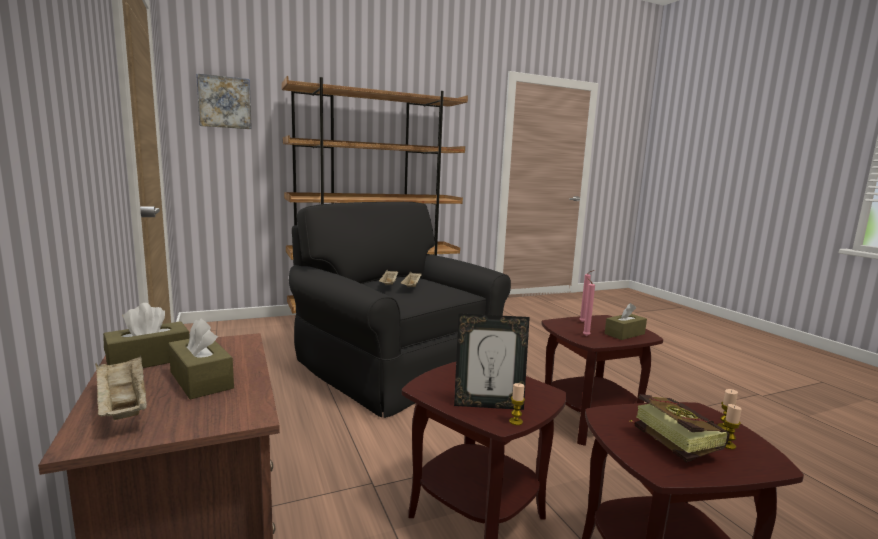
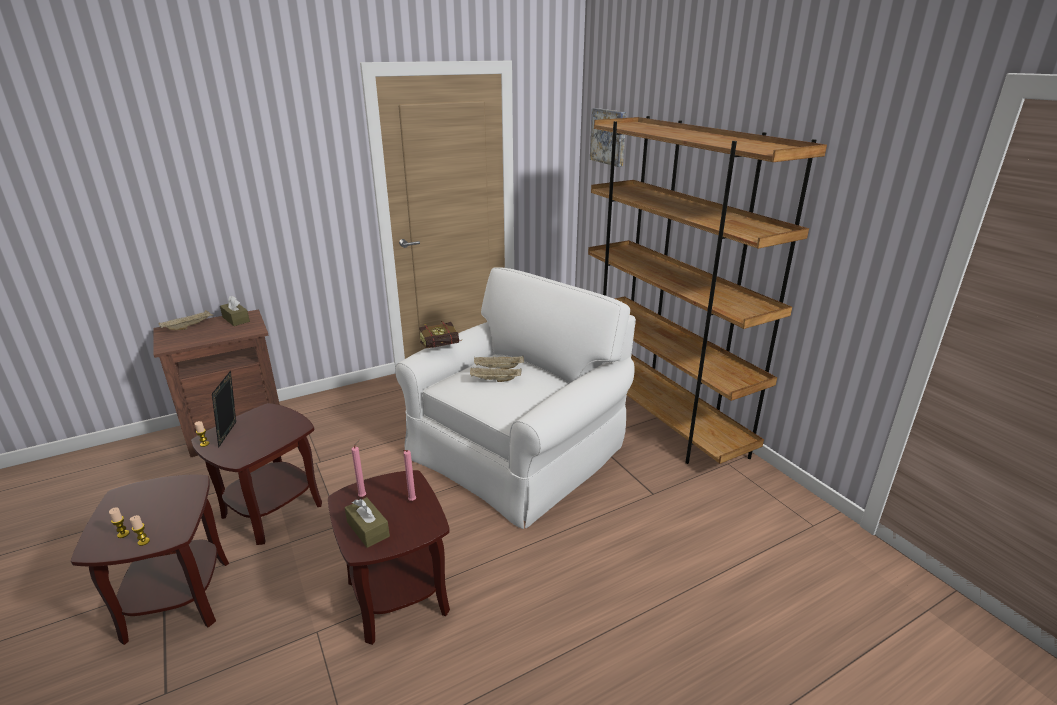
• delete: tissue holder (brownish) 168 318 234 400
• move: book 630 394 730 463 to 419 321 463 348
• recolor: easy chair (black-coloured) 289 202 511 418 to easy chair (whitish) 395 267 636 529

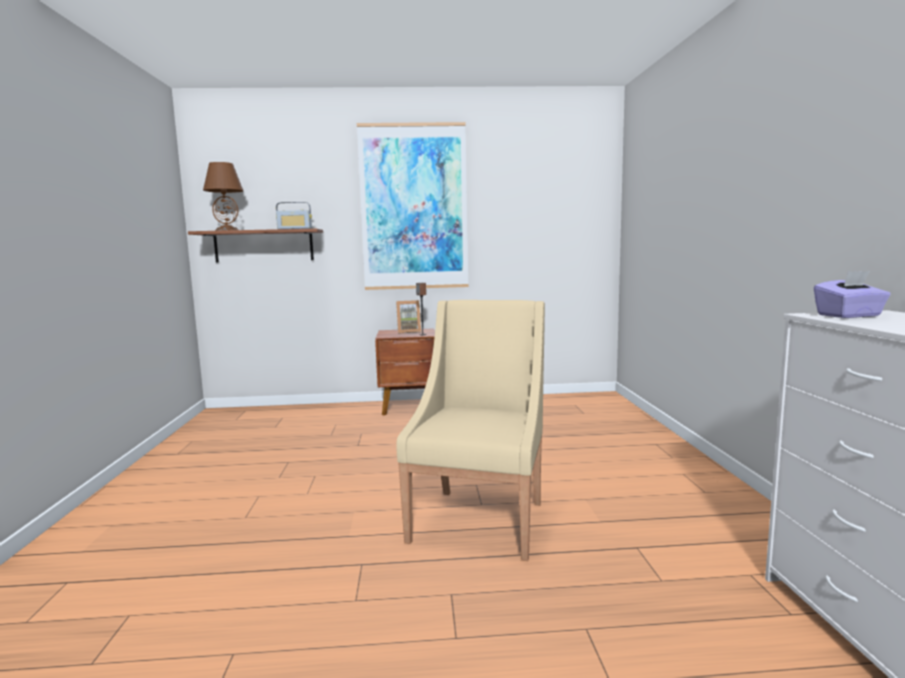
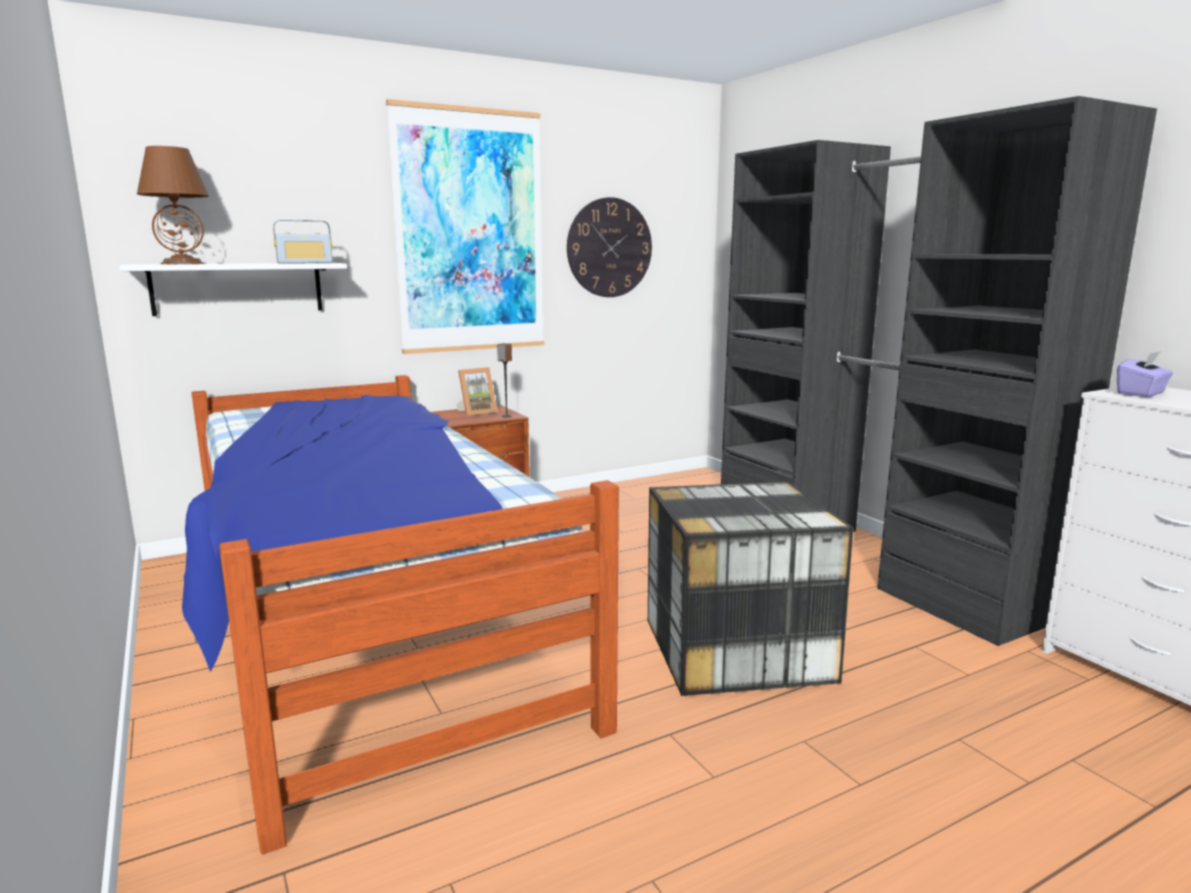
• insert: bedroom bed 182 375 619 855
• insert: wall clock 567 197 652 297
• insert: armoire (black-coloured) 721 96 1157 646
• replace: easy chair (sand-coloured) 396 300 545 561 to storage box 648 482 853 696
• recolor: bracket shelf (brownish) 188 229 323 263 to bracket shelf (whitish) 119 263 347 316

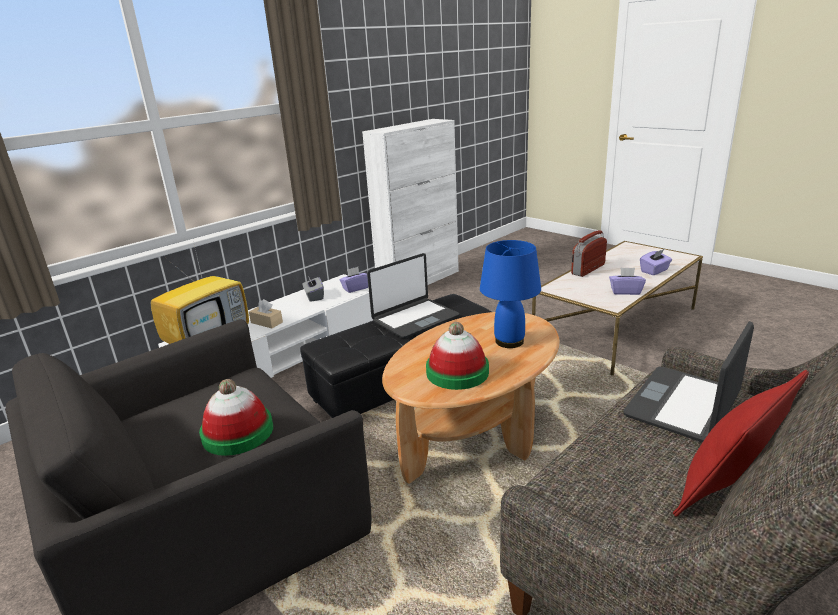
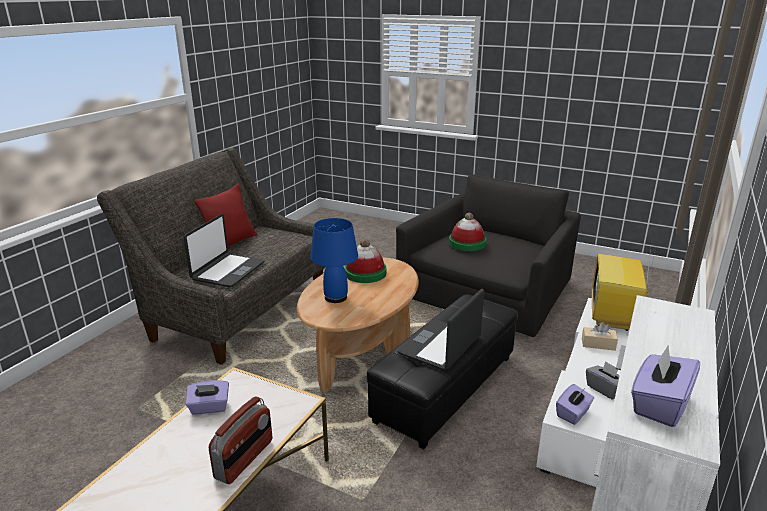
• move: tissue holder (purple-coloured) 640 249 672 275 to 631 346 700 427

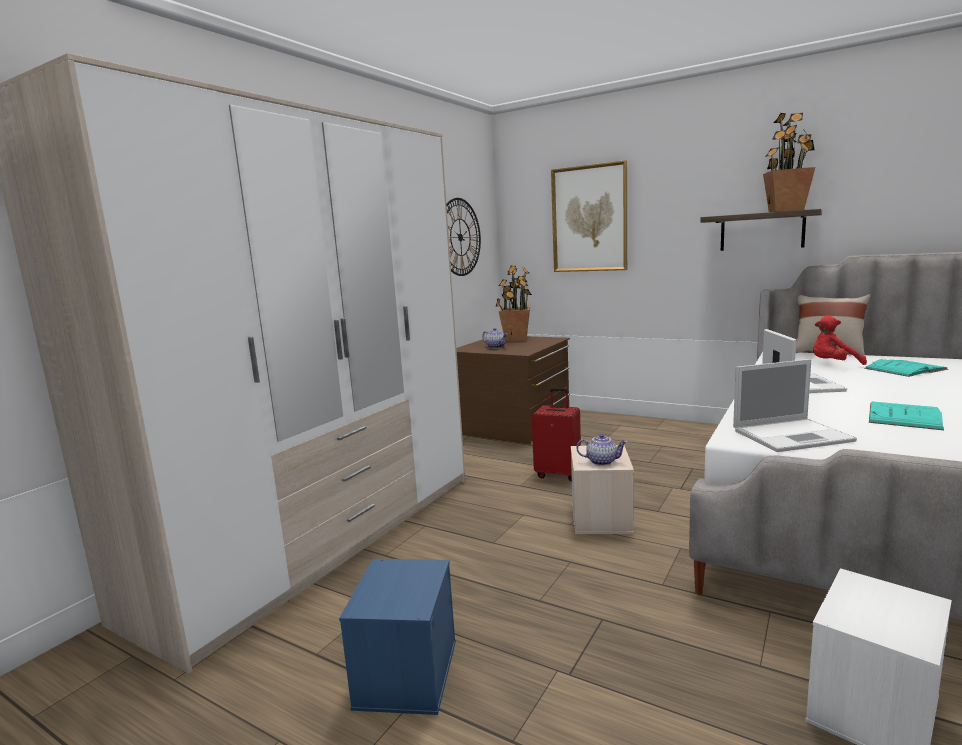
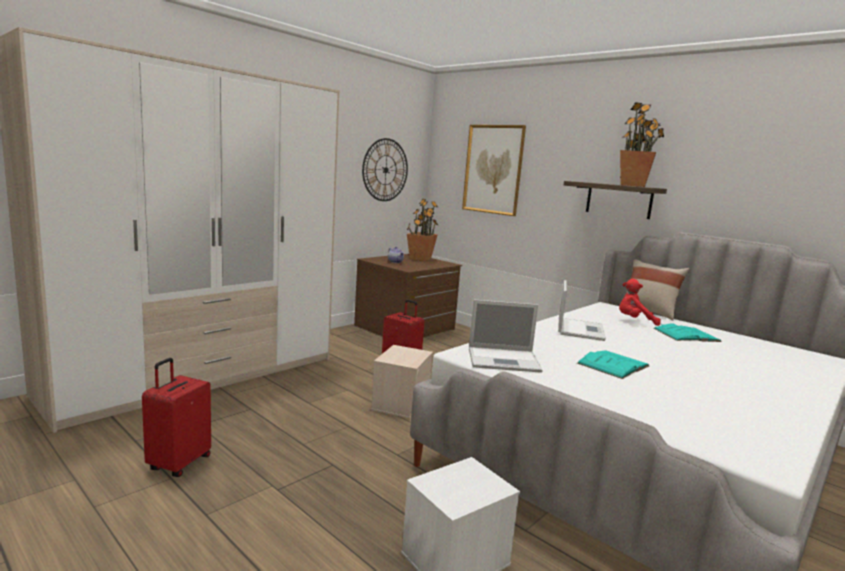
• delete: teapot 576 434 627 466
• replace: storage box (blue-coloured) 339 559 456 715 to piece of luggage (red) 142 358 211 477

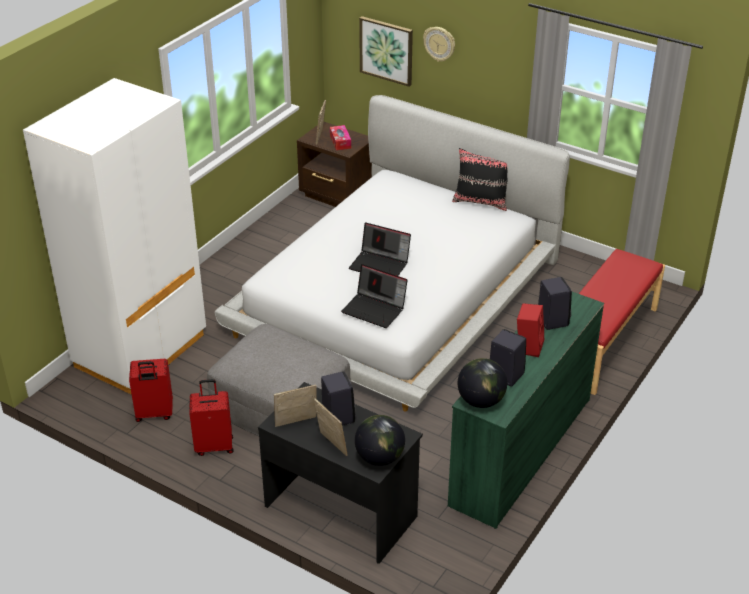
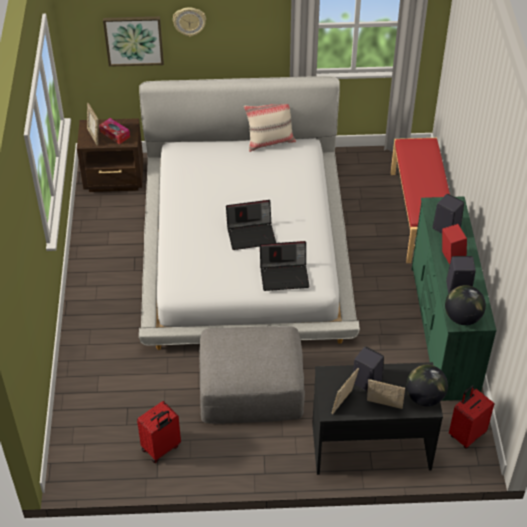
• delete: armoire (whitish) 23 78 206 395
• move: piece of luggage (red) 189 379 233 456 to 449 385 494 449
• recolor: cushion (black-coloured) 452 148 508 211 to cushion (sand-coloured) 244 104 296 152

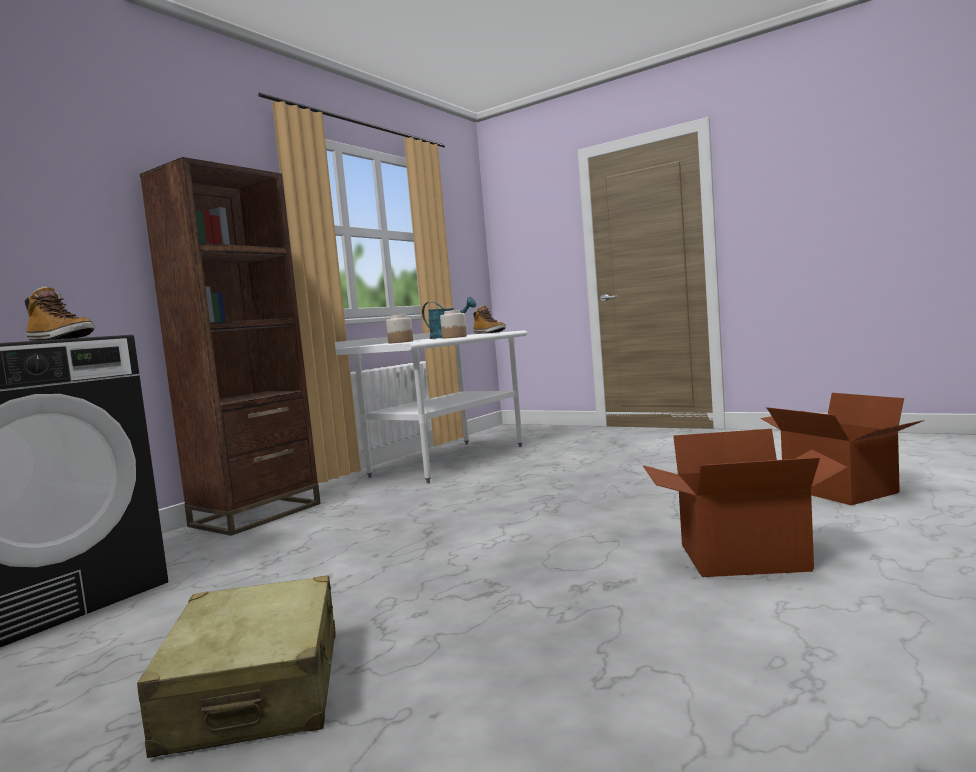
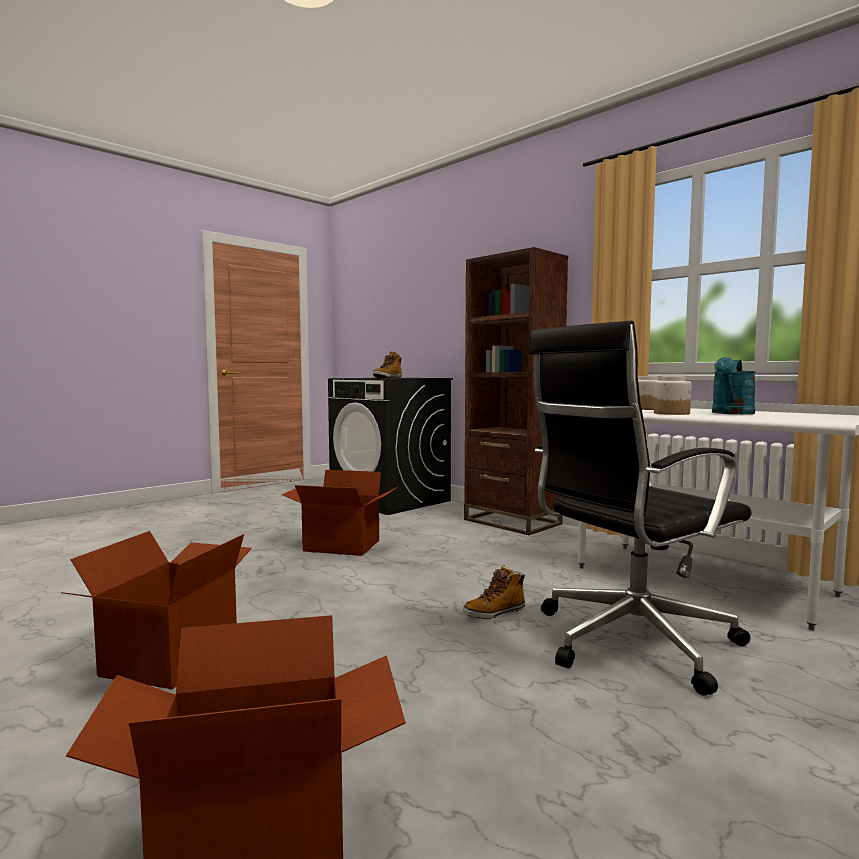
• delete: piece of luggage (sand-coloured) 137 575 336 758
• insert: carton 281 470 398 556
• insert: desk chair (black-coloured) 528 321 751 696
• move: tall boot 473 305 506 334 to 463 565 525 619

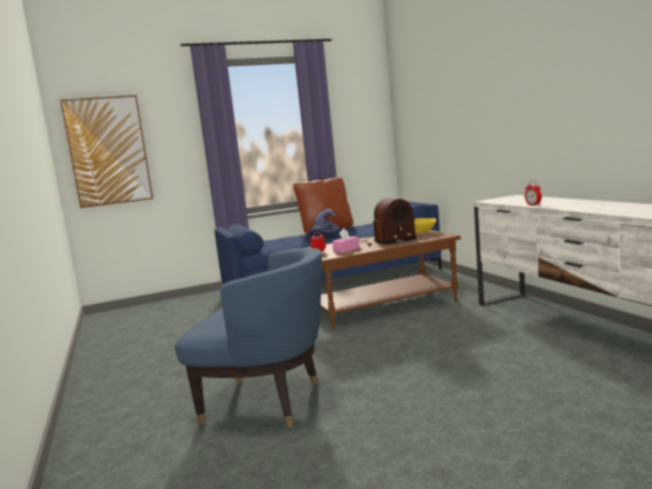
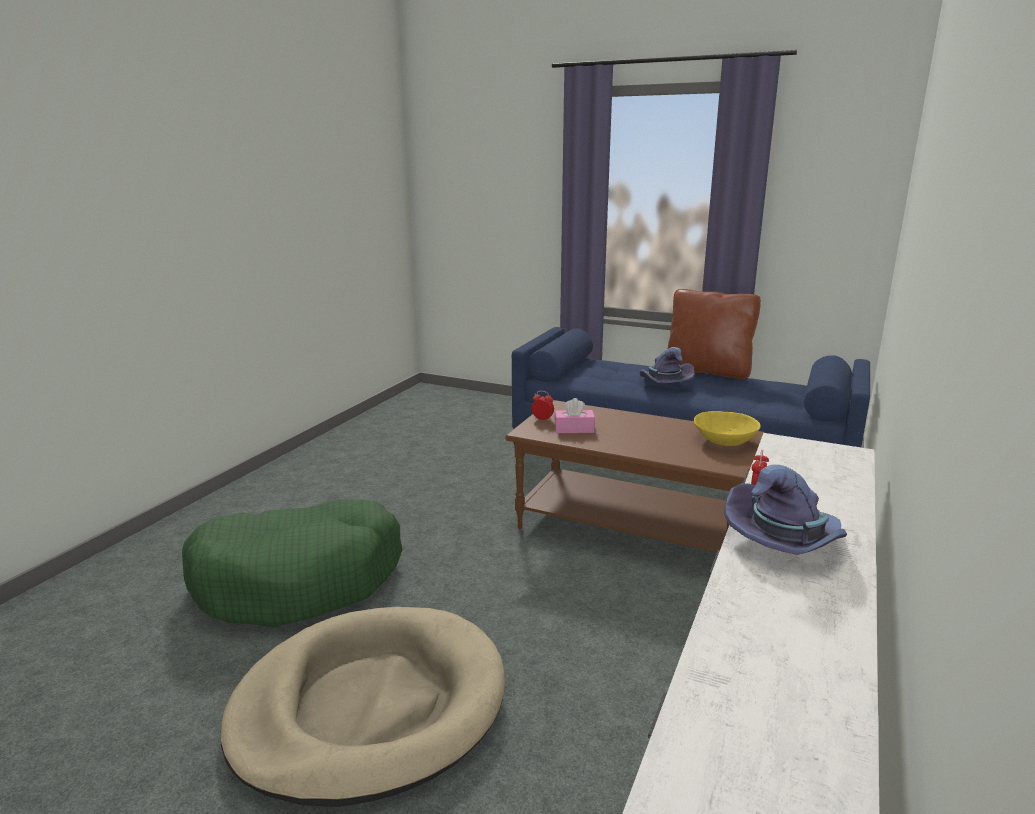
• delete: wall art 60 95 153 208
• delete: radio set 359 198 417 246
• insert: pet bed (sand-coloured) 221 607 505 807
• insert: wearable hat (purple-coloured) 725 465 847 555
• replace: easy chair (blue-coloured) 175 248 322 429 to pet bed (green-coloured) 182 499 403 627

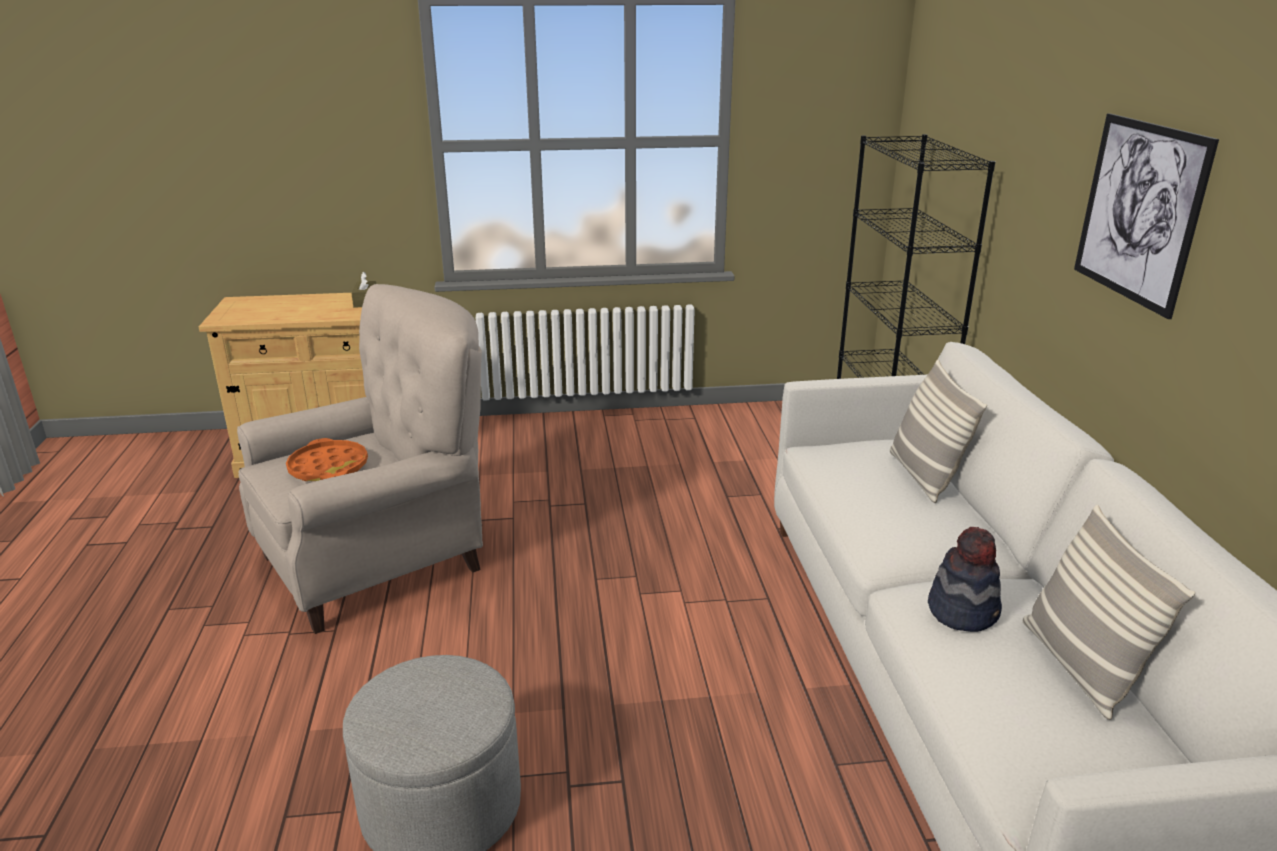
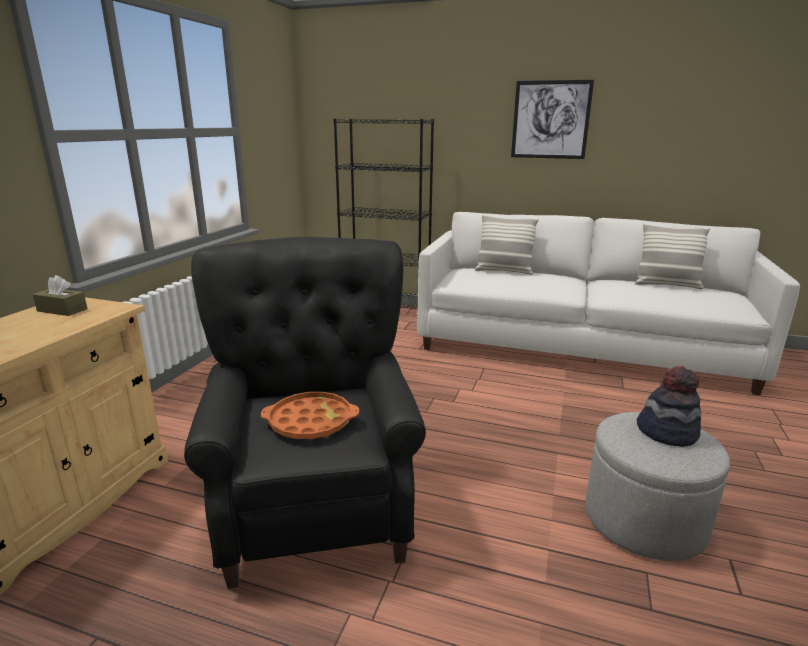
• move: wearable hat 928 527 1002 632 to 637 366 701 447
• recolor: easy chair (sand-coloured) 237 284 483 634 to easy chair (black-coloured) 184 237 426 589

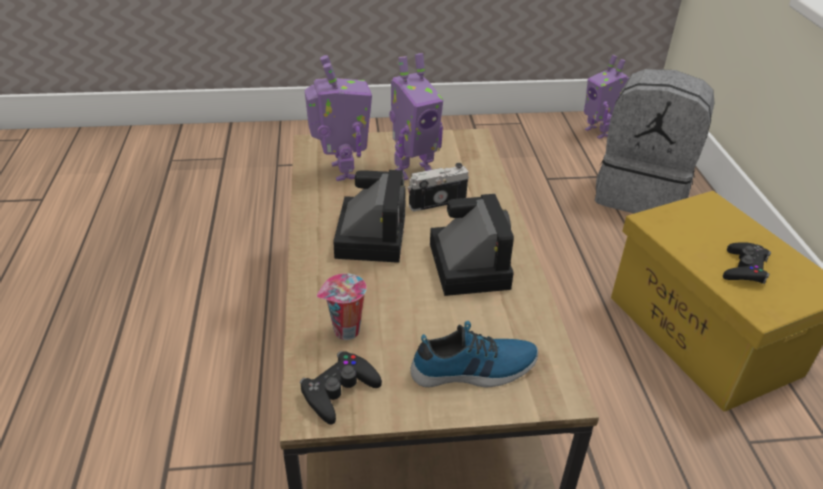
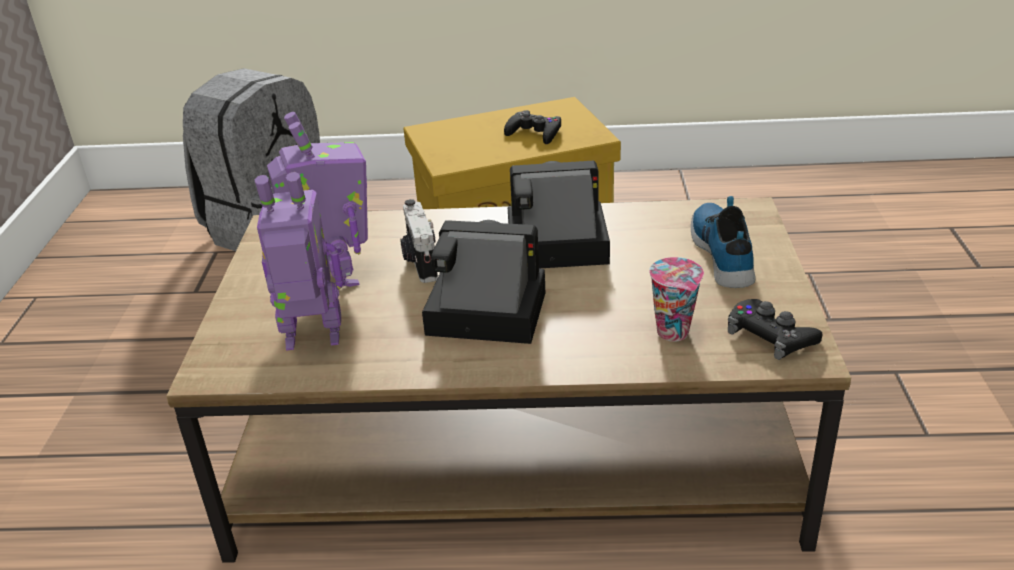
• delete: robot figure 584 55 629 139

